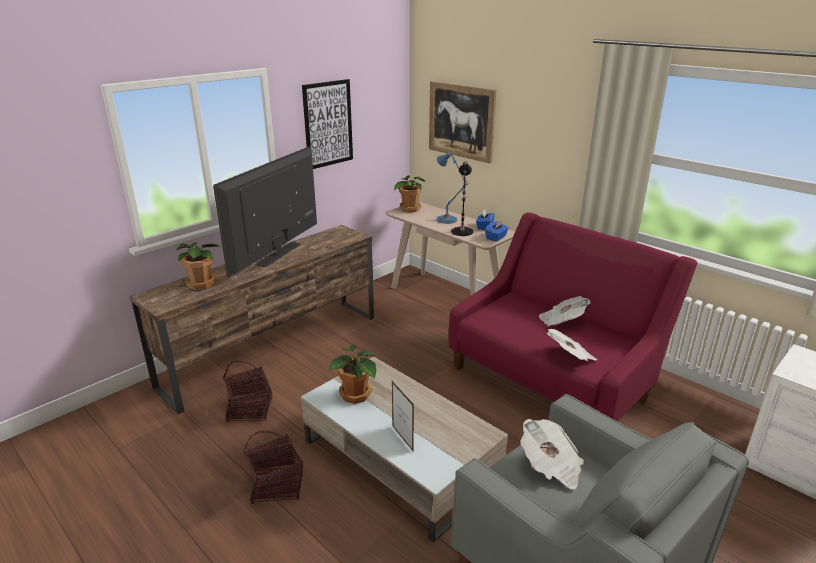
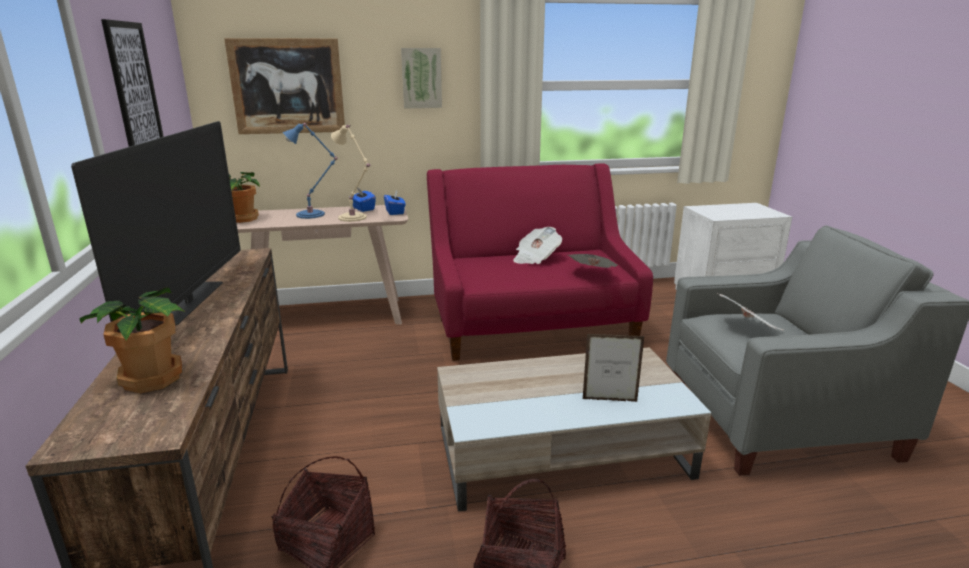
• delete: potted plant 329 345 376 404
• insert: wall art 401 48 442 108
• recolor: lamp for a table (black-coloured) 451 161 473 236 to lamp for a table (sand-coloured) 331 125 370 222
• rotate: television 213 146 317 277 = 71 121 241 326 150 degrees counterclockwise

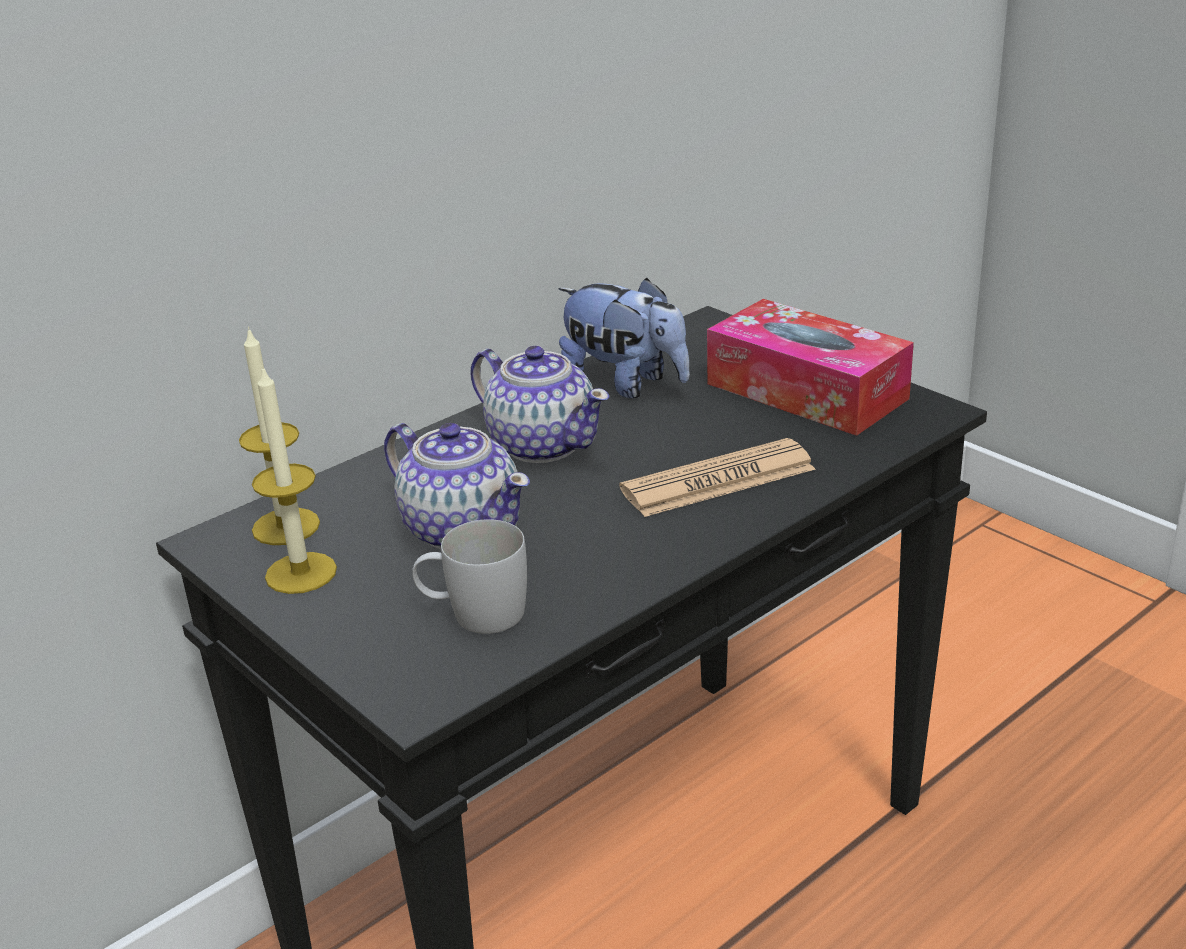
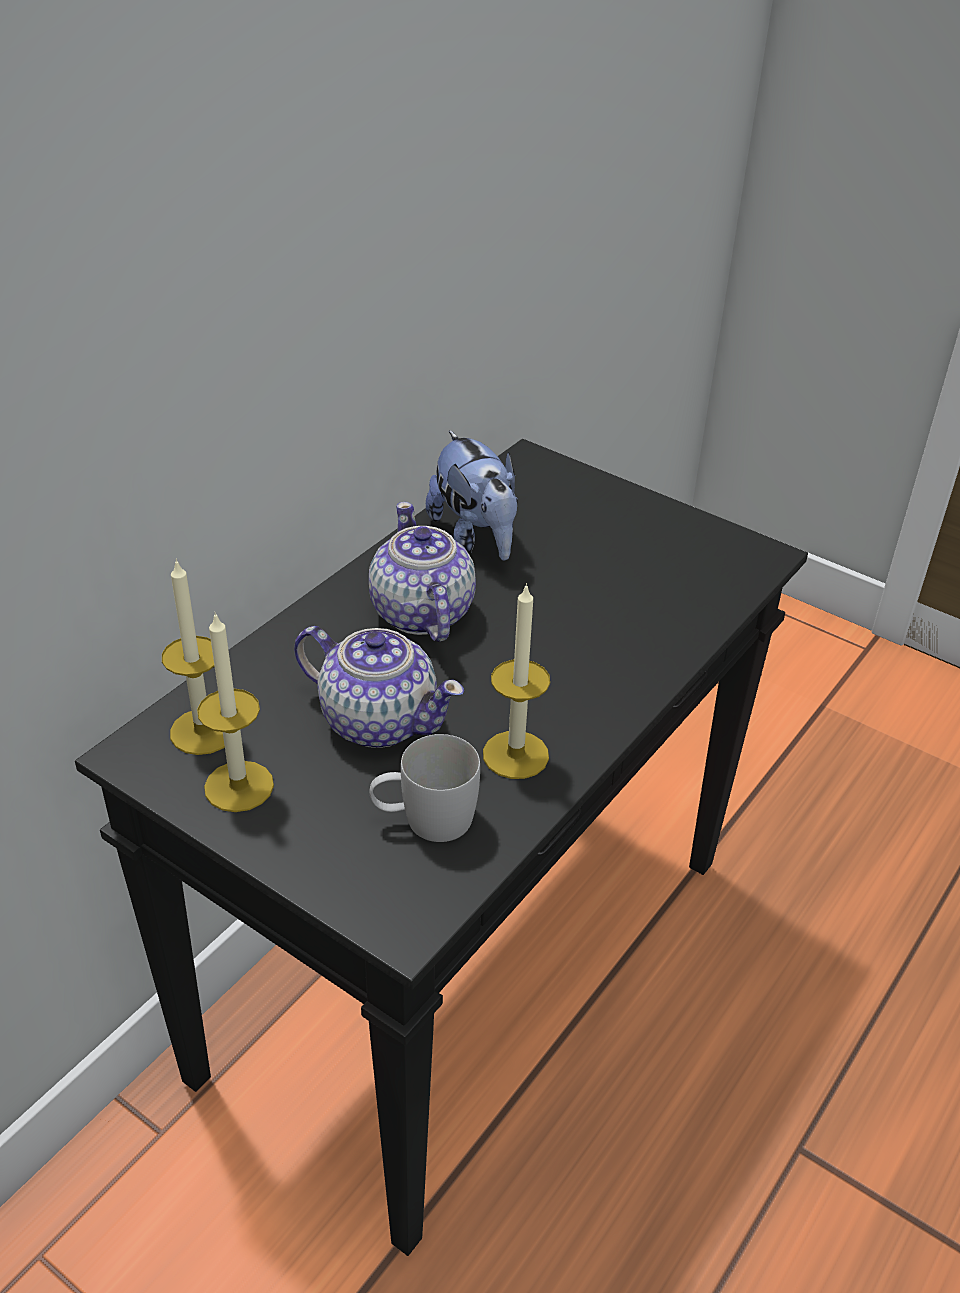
• delete: newspaper 619 438 816 517
• delete: tissue holder 707 299 914 436
• insert: wax candle 483 583 550 779
• rotate: teapot 470 346 609 463 = 369 502 476 642 135 degrees counterclockwise
• rotate: plush toy 558 278 690 398 = 426 430 518 561 45 degrees clockwise

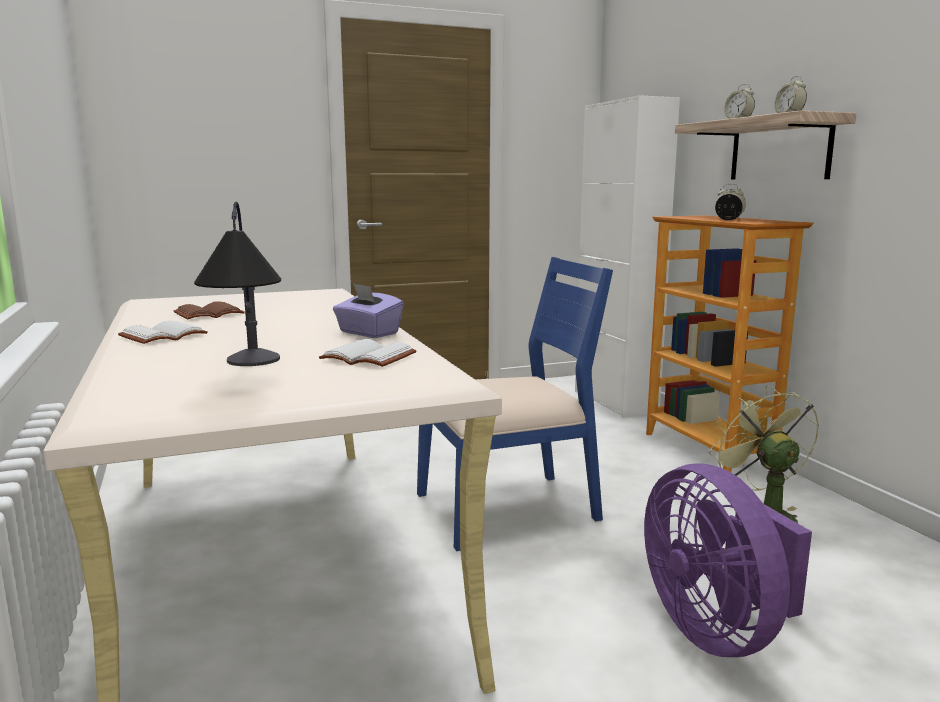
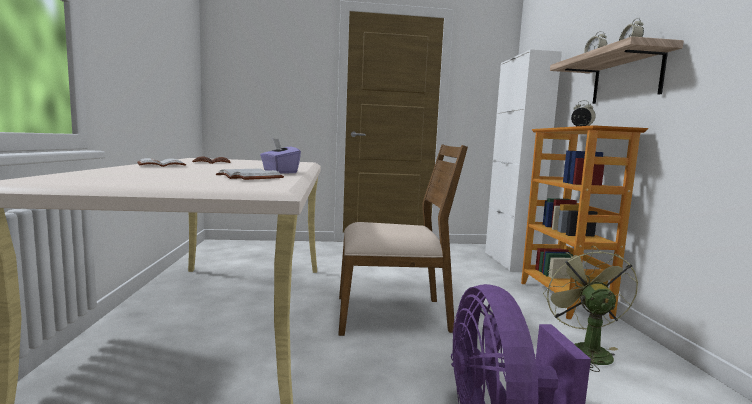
• delete: lamp for a table 194 202 281 366
• recolor: chair (blue-coloured) 417 257 613 551 to chair (brownish) 338 144 468 336

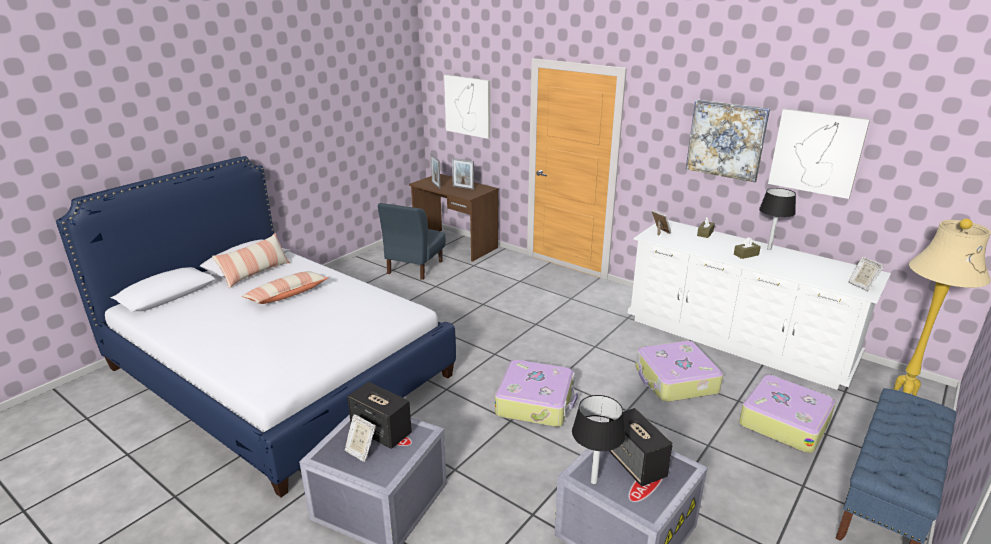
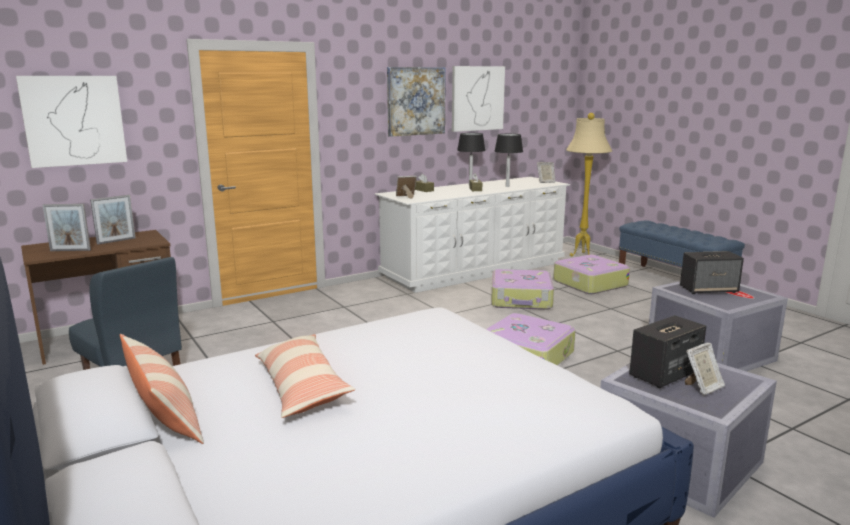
• move: lamp for a table (black-coloured) 572 395 625 484 to 494 134 523 187

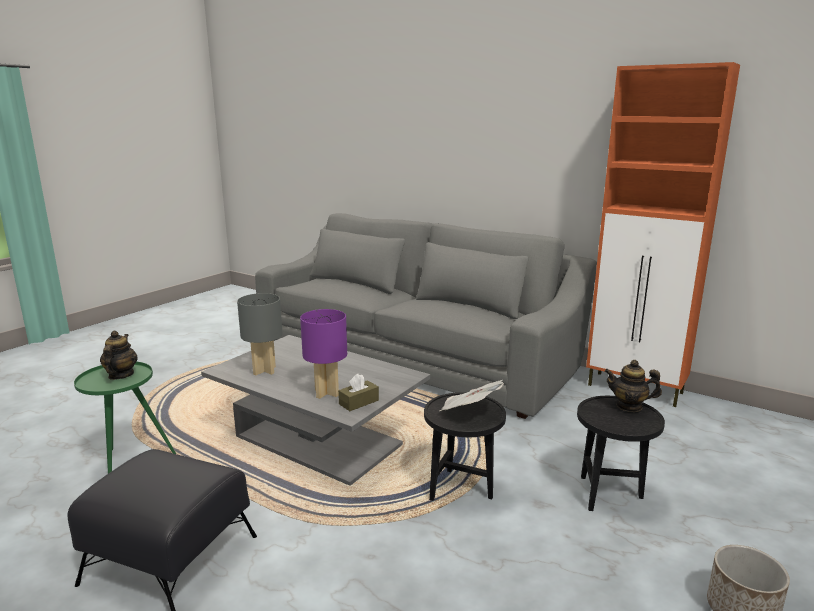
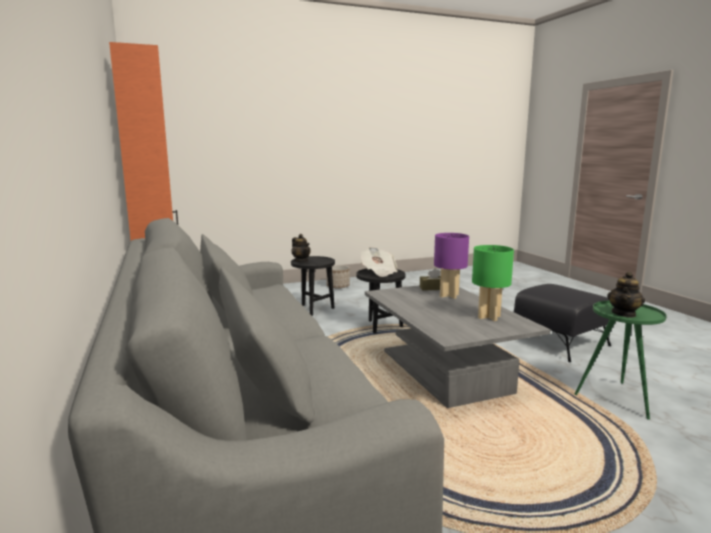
• recolor: lamp for a table (greyish) 237 293 283 375 to lamp for a table (green-coloured) 472 245 514 321

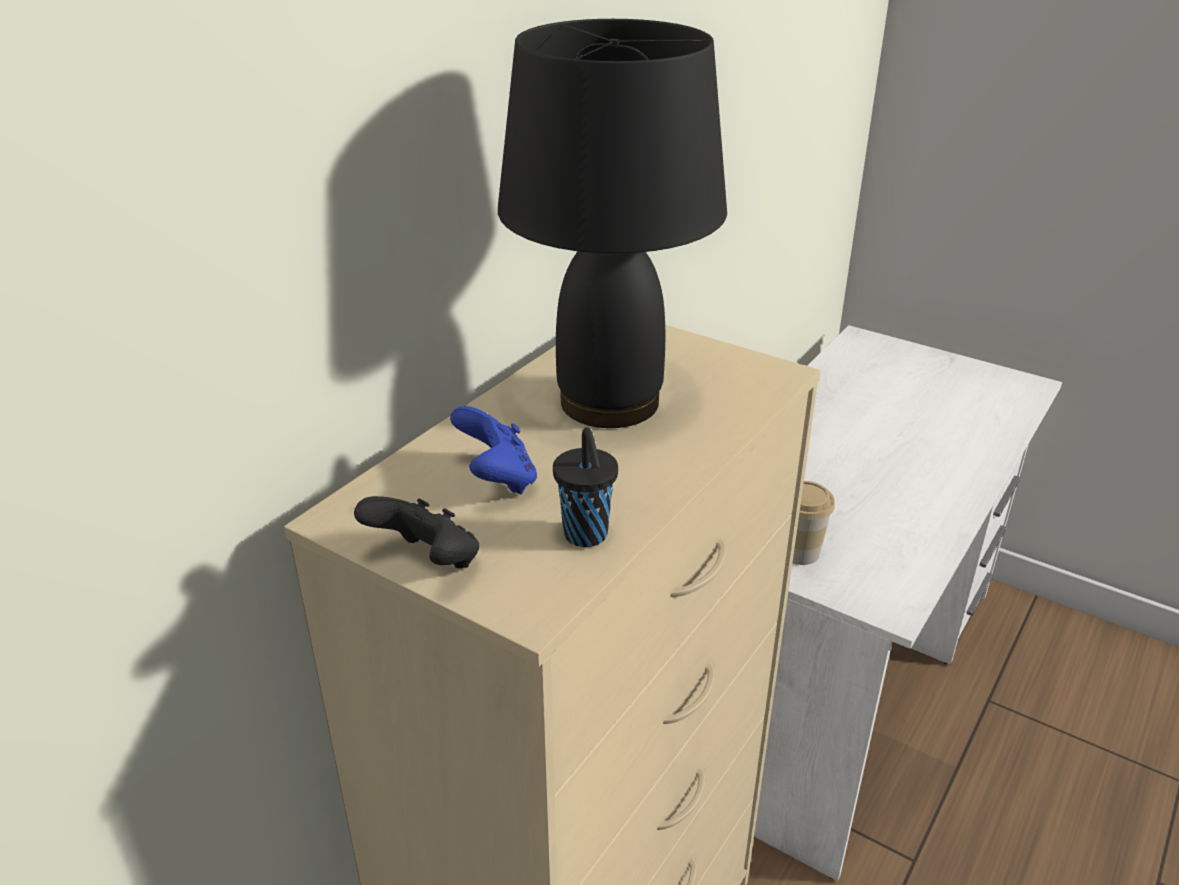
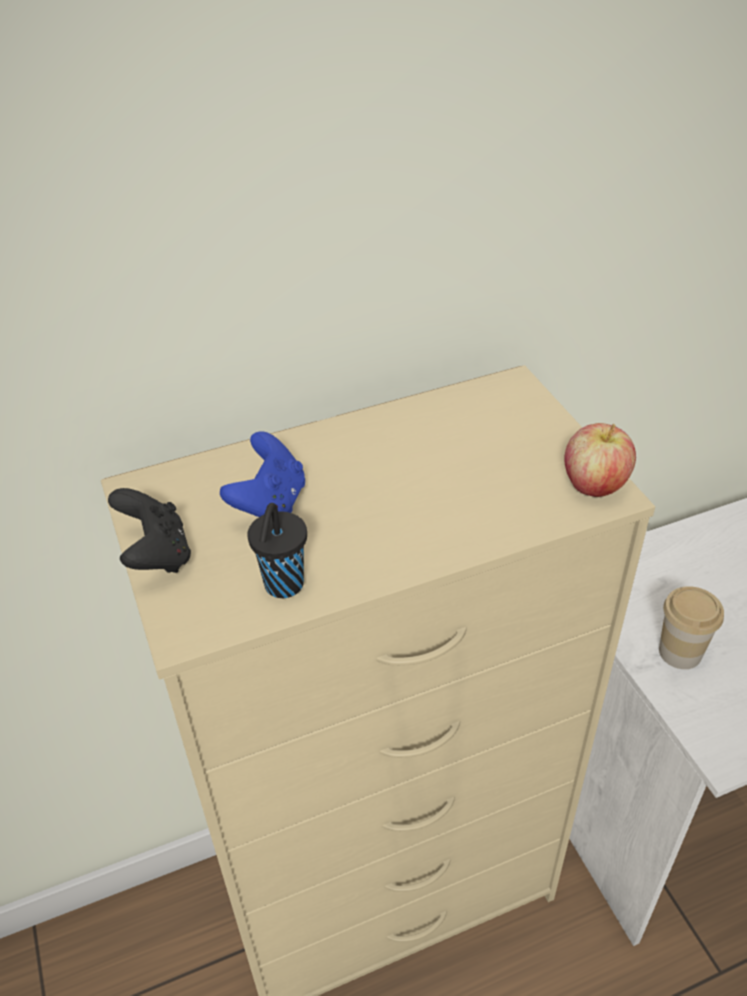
• delete: lamp for a table (black-coloured) 498 19 727 428
• insert: apple 564 423 636 497

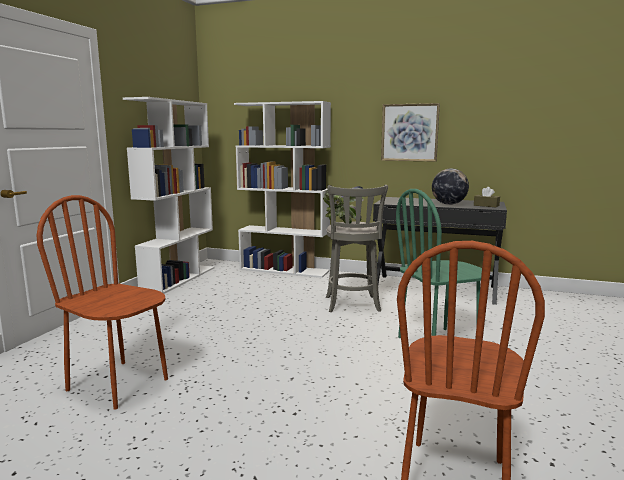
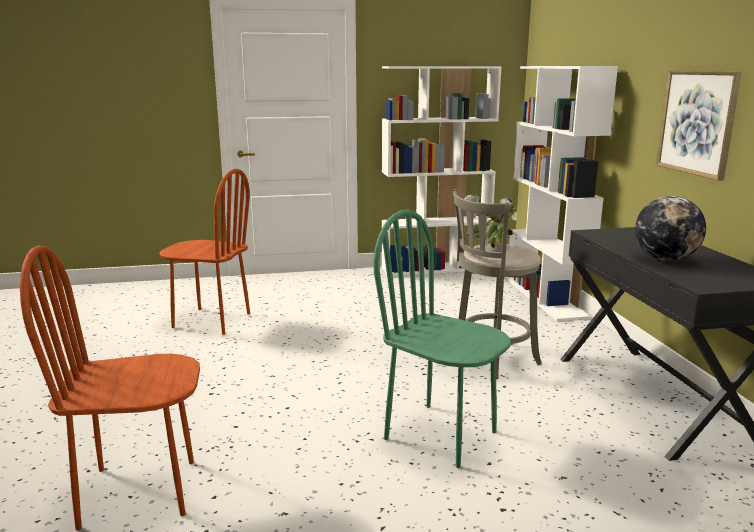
• delete: tissue holder (brownish) 474 187 500 207
• rotate: chair (brownish) 37 195 168 410 = 160 169 250 335 105 degrees clockwise

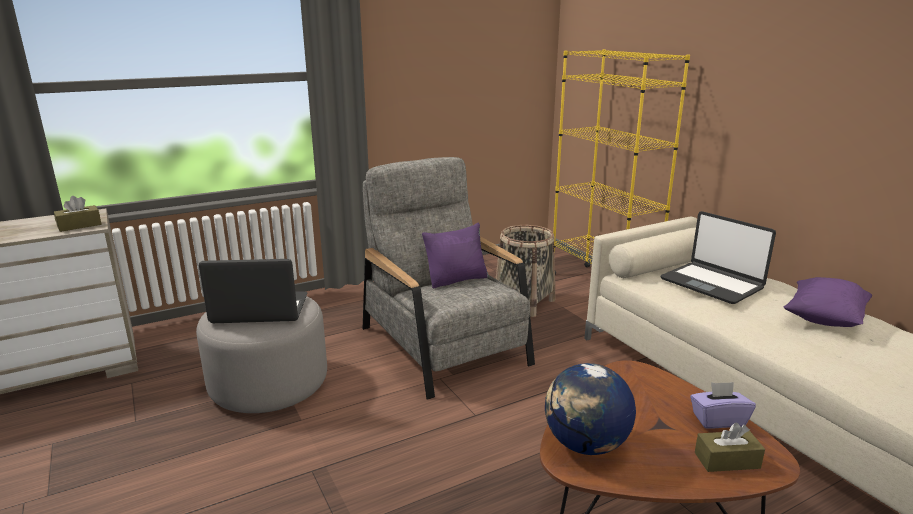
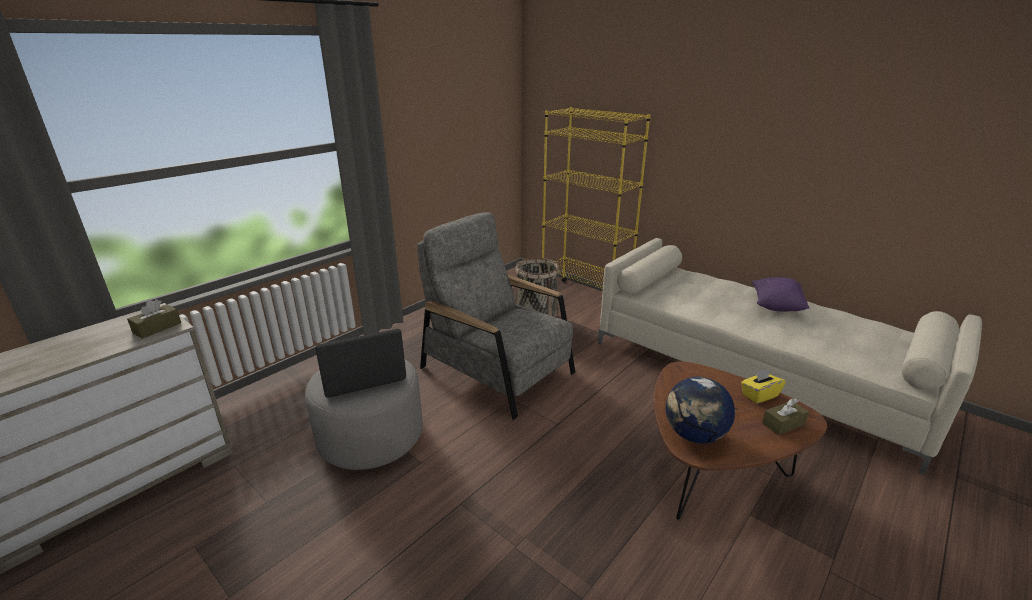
• delete: cushion (purple-coloured) 422 223 488 288
• delete: notebook computer 660 211 776 304
• recolor: tissue holder (purple-coloured) 690 382 756 429 to tissue holder (yellowish) 741 368 786 404

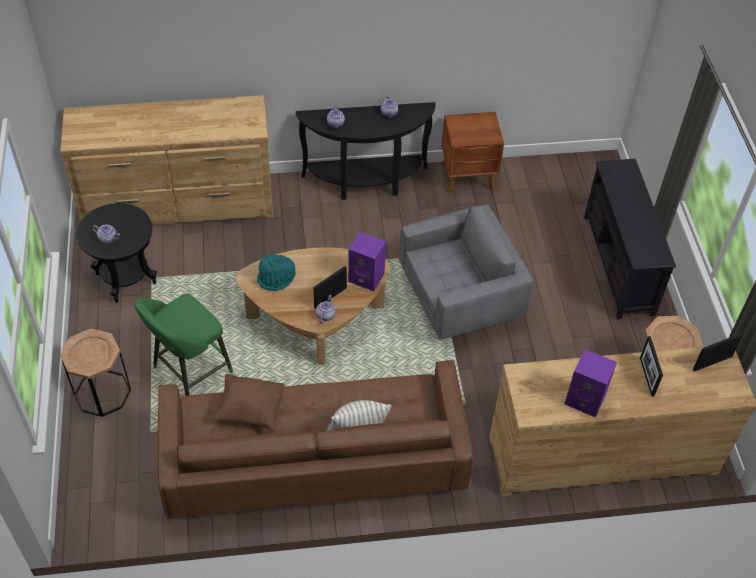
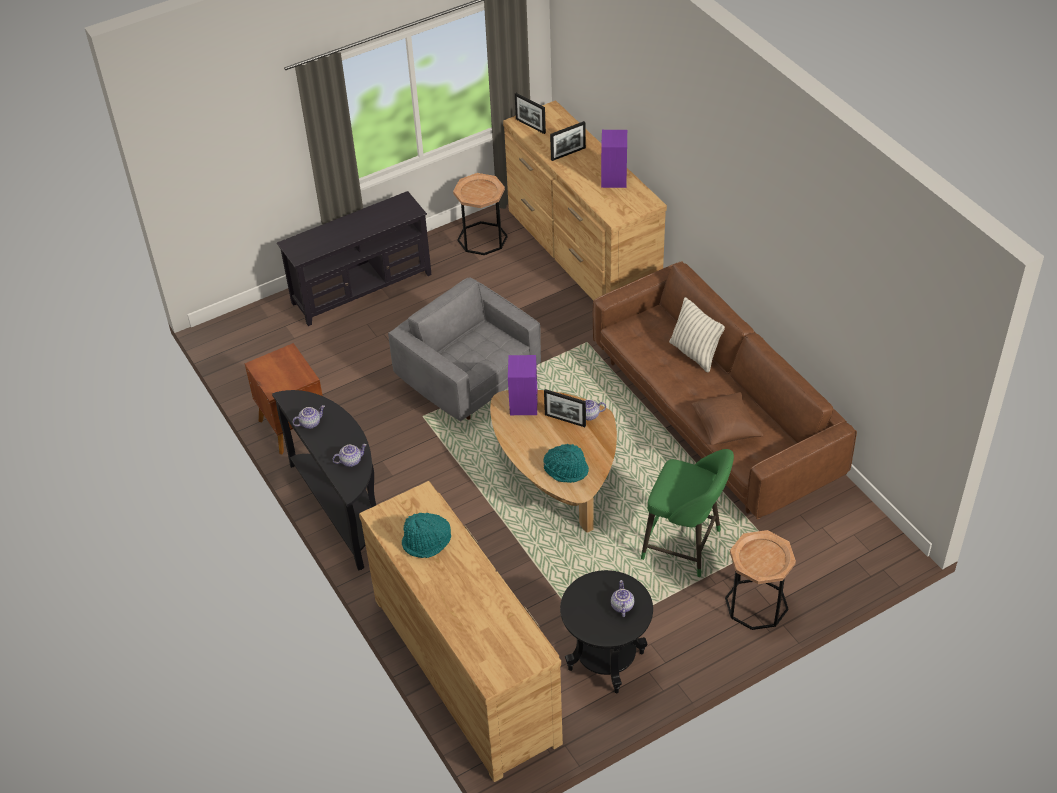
• insert: wearable hat (turquoise-coloured) 402 513 451 558

